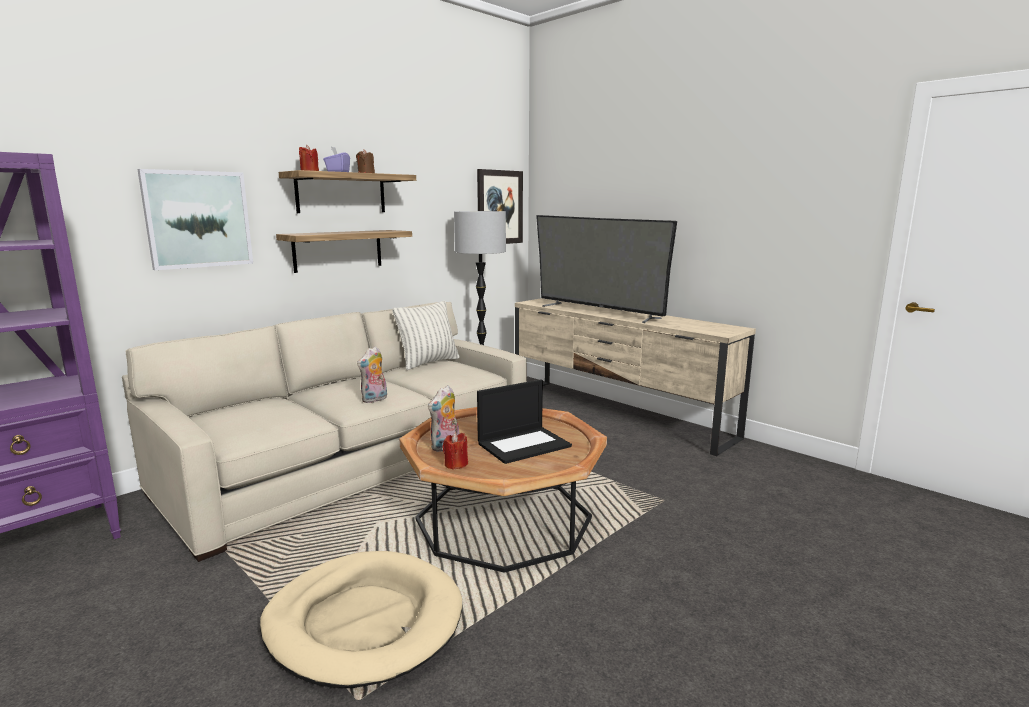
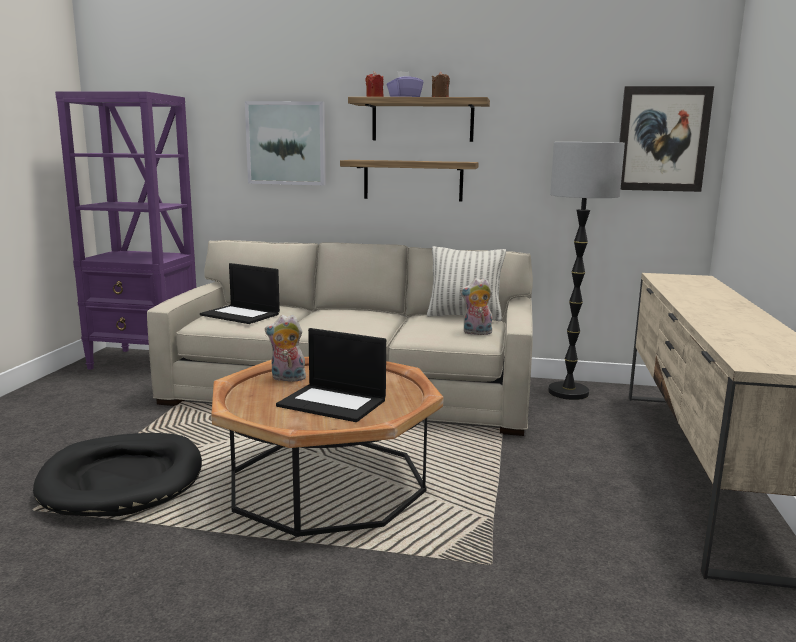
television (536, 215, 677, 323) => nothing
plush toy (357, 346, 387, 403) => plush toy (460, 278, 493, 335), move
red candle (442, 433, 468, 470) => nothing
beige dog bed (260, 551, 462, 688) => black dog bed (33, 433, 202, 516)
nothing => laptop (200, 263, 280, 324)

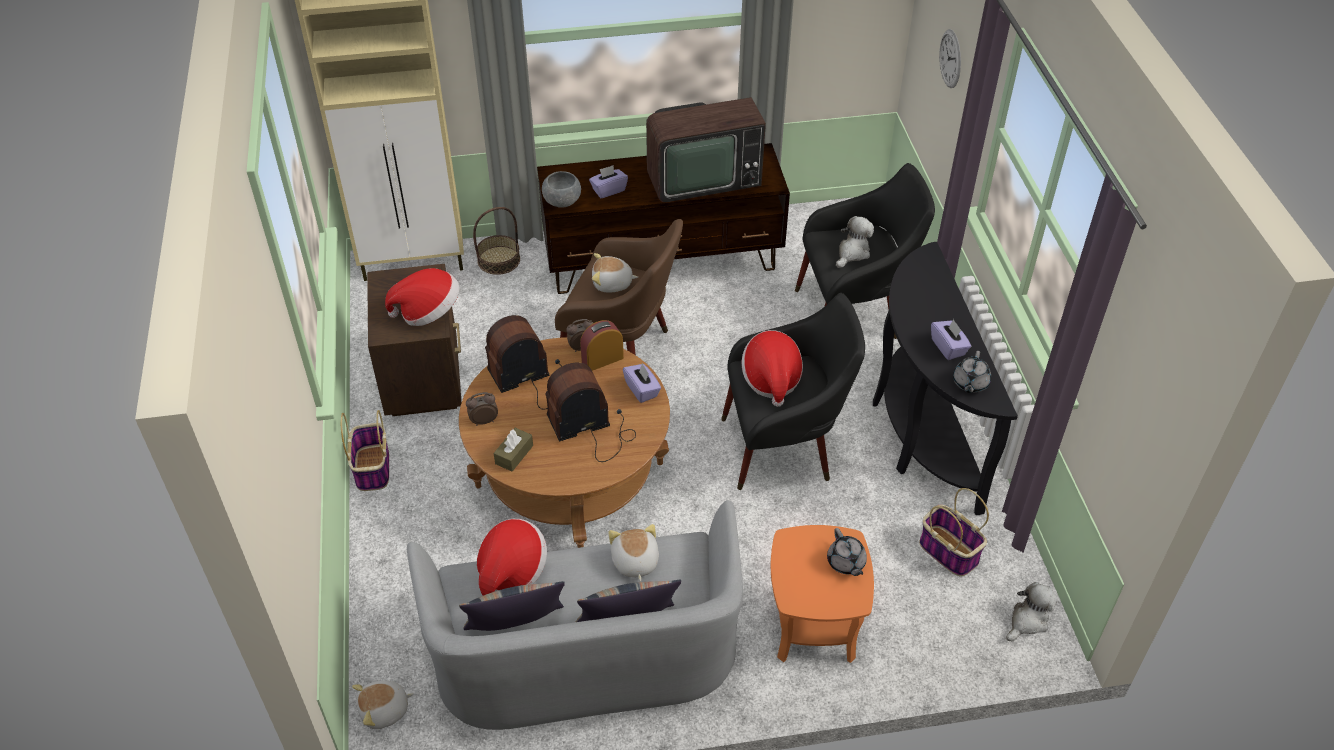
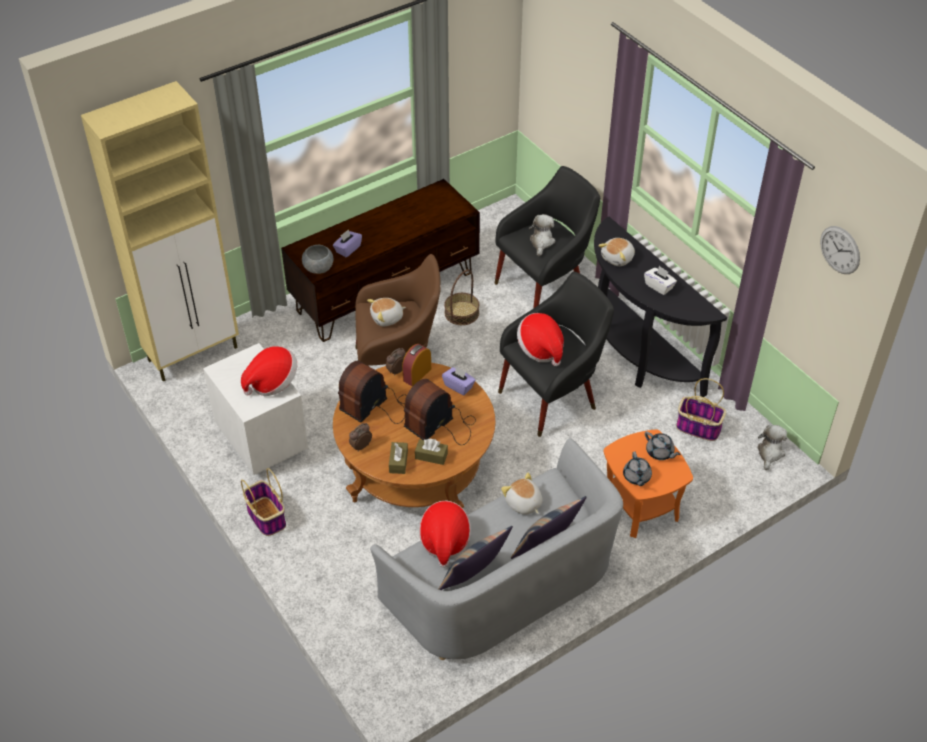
wall clock (939, 29, 961, 88) => wall clock (820, 226, 860, 274), move
television (646, 97, 766, 202) => nothing
basket (473, 207, 520, 275) => basket (444, 269, 479, 325), move
brown nightstand (367, 264, 462, 416) => white nightstand (203, 343, 308, 475)
purple tissue box (931, 319, 971, 360) => white tissue box (644, 266, 677, 295)
grey teapot (953, 351, 991, 393) => grey teapot (623, 451, 652, 486), move
plush toy (352, 681, 414, 729) => plush toy (598, 238, 635, 266), move
nothing => brown tissue box (415, 439, 448, 465)

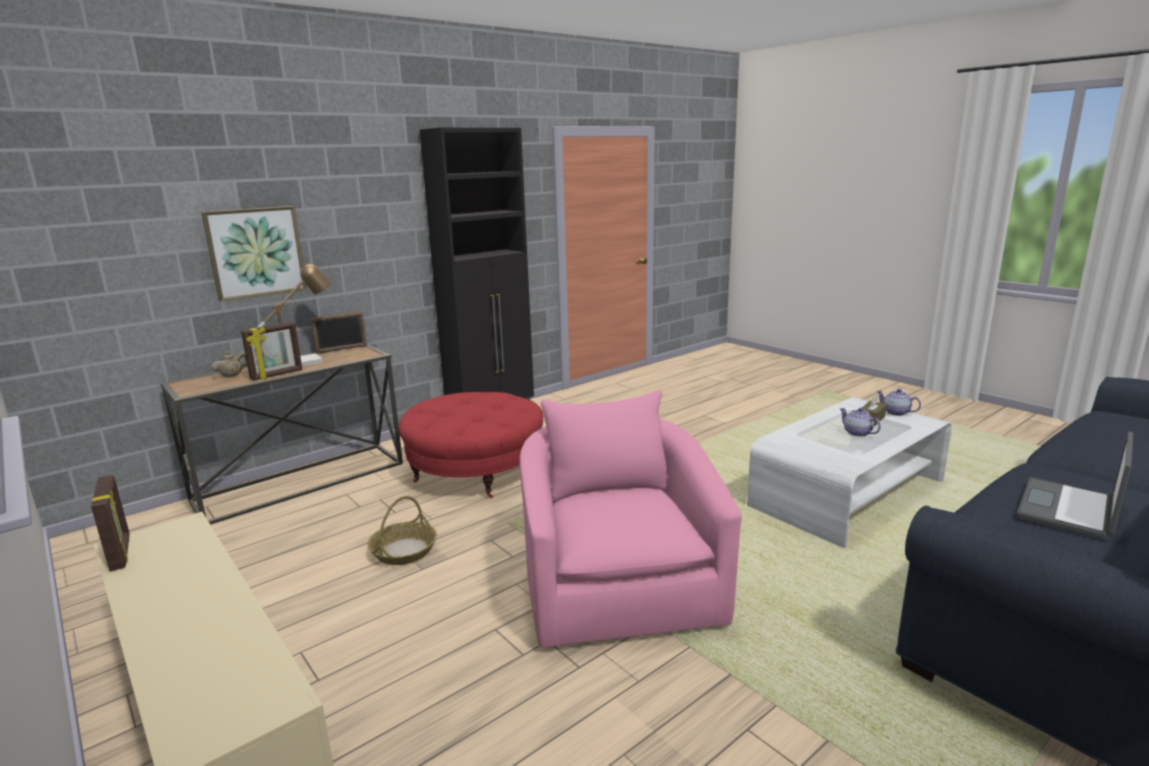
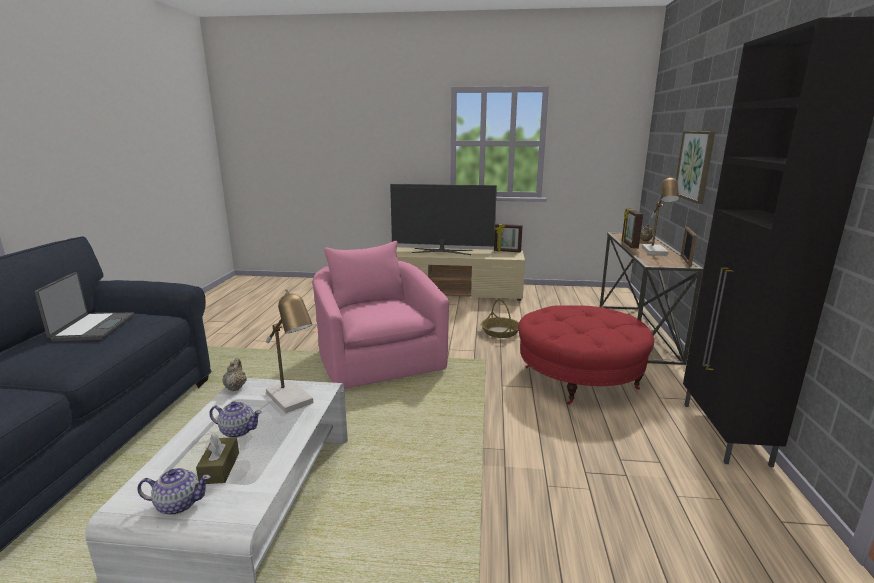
pink armchair (519, 390, 742, 648) => pink armchair (313, 241, 449, 389), 150 degrees counterclockwise
nothing => television (390, 184, 497, 255)
nothing => table lamp (266, 289, 313, 413)
nothing => beige teapot (222, 358, 247, 391)

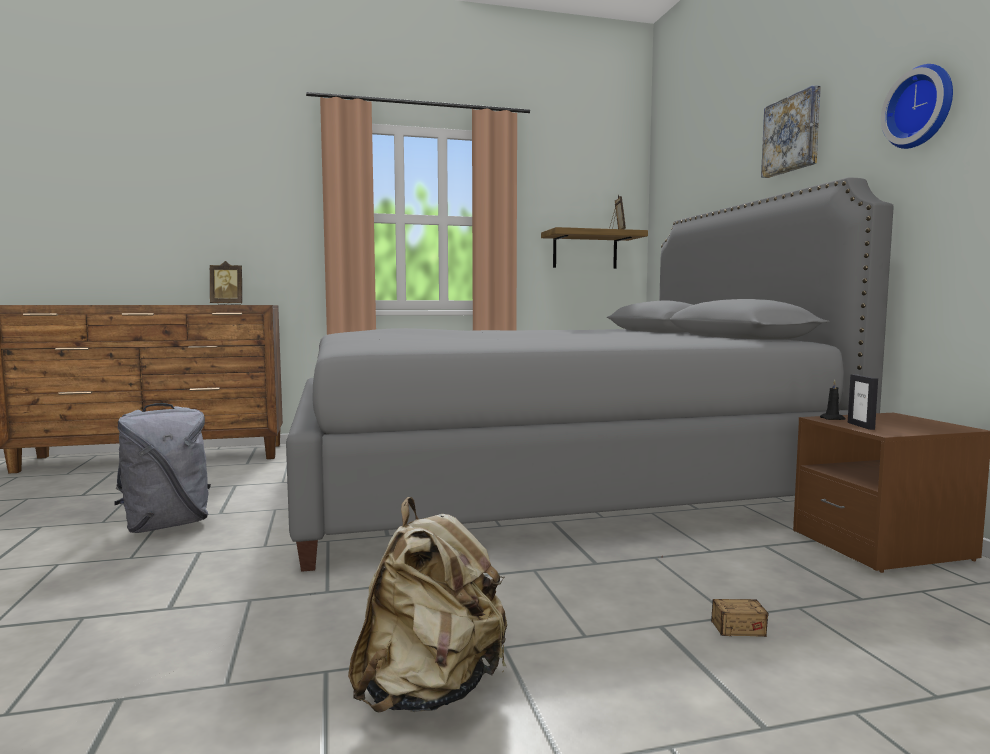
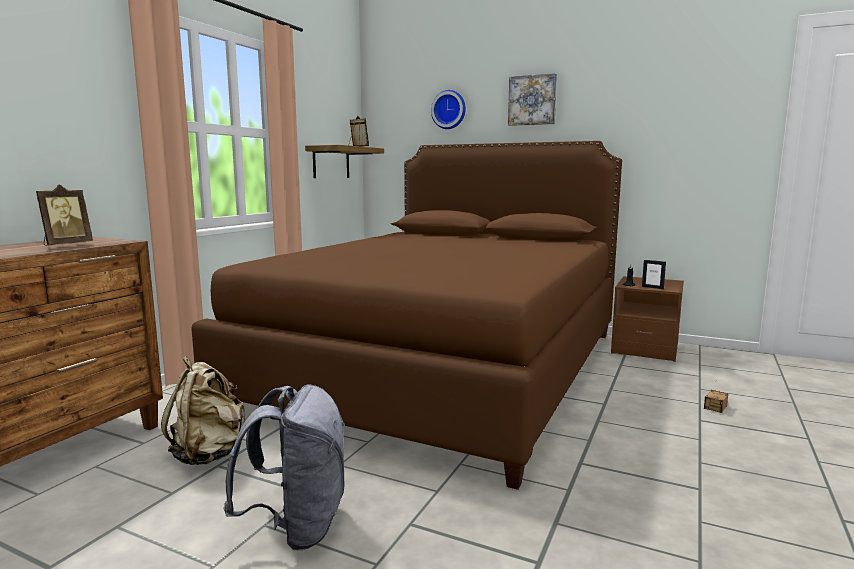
wall clock (881, 64, 953, 149) => wall clock (431, 90, 466, 129), move
grey bed (286, 178, 894, 572) => brown bed (191, 141, 622, 490)
beige backpack (348, 497, 507, 713) => beige backpack (161, 356, 246, 465), move

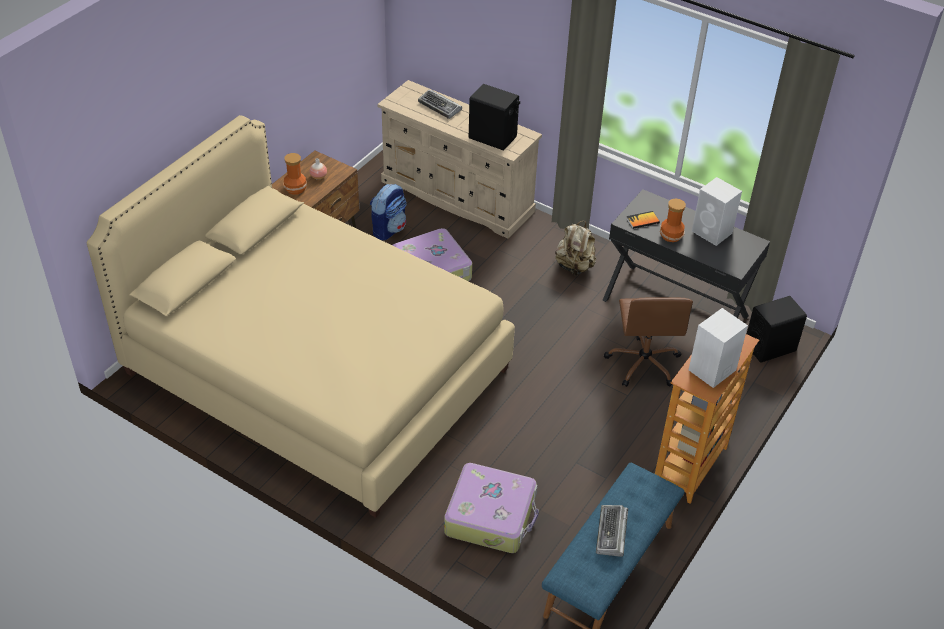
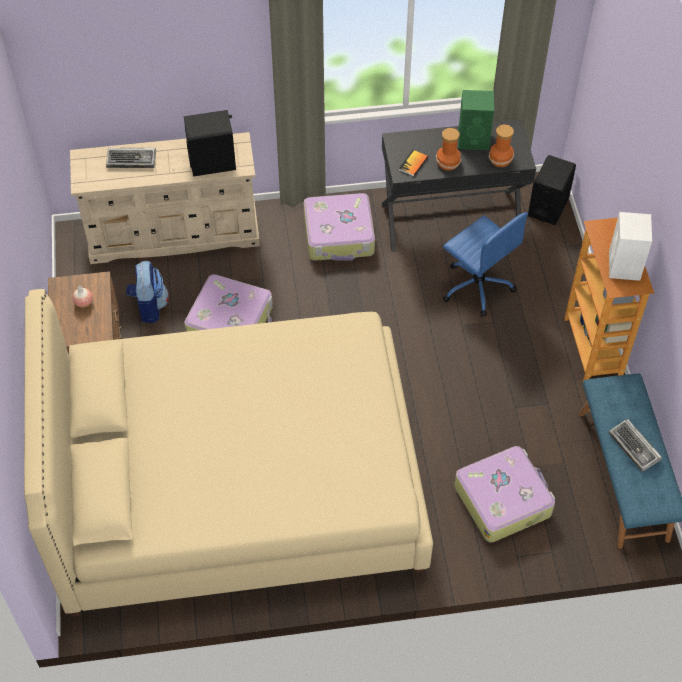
vase (283, 153, 307, 195) => vase (489, 124, 514, 167), move
white speaker (692, 177, 742, 246) => green speaker (458, 90, 494, 150)
beige backpack (555, 221, 596, 276) => suitcase (304, 193, 375, 261)
brown office chair (604, 298, 693, 387) => blue office chair (443, 212, 528, 317)

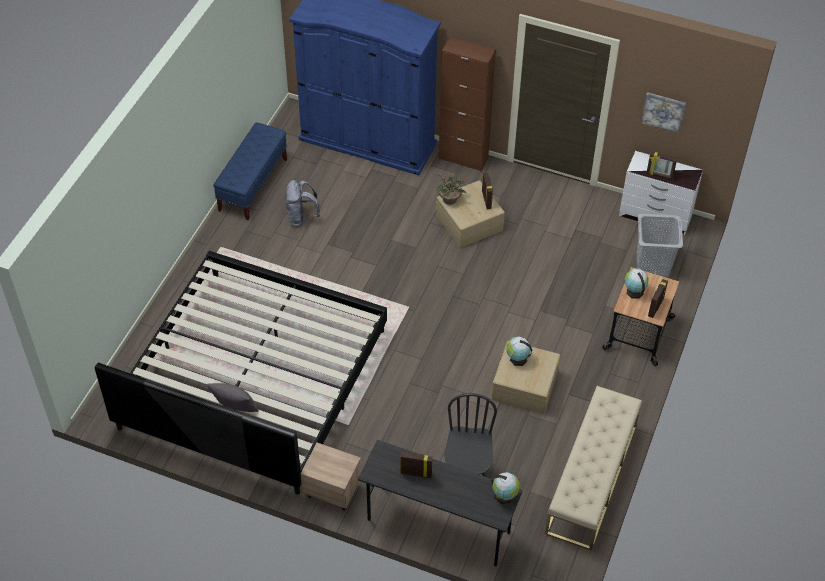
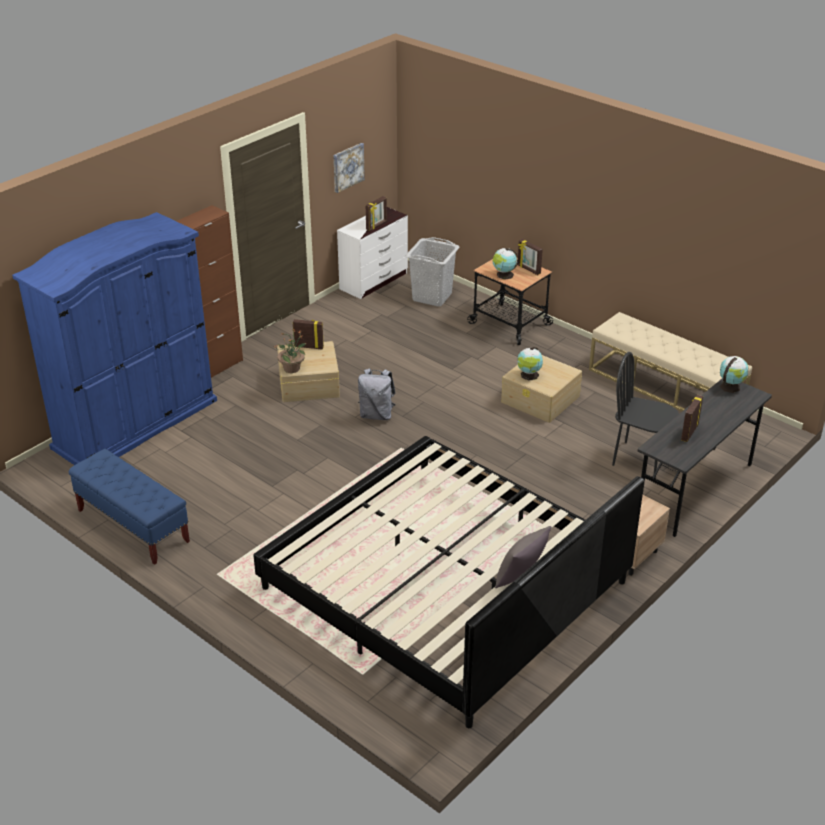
grey backpack (285, 180, 320, 227) => grey backpack (358, 368, 396, 420), move

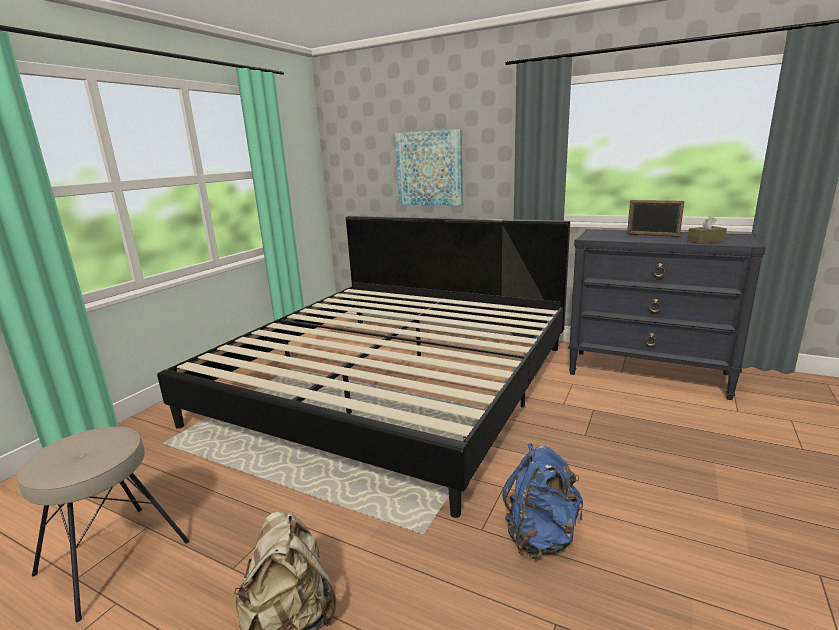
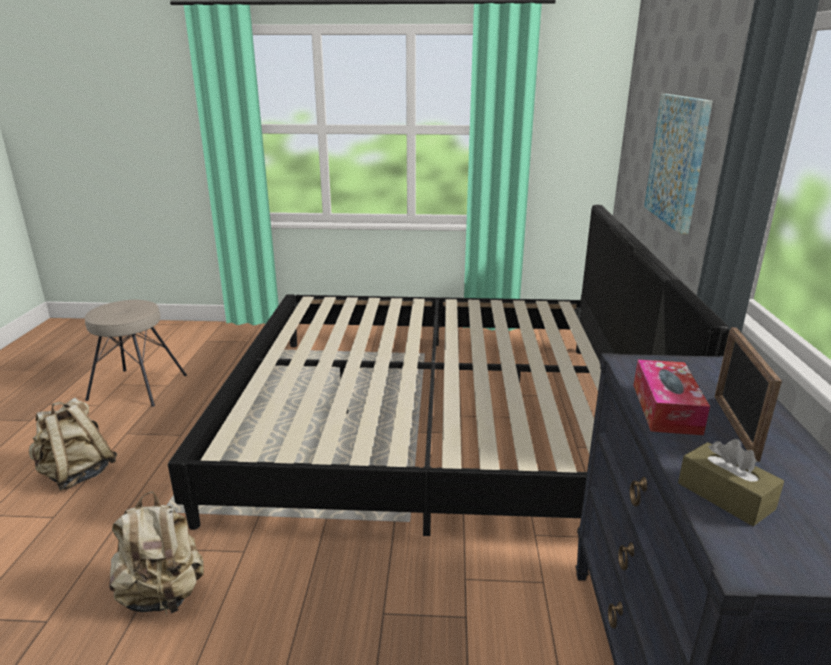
blue backpack (502, 443, 583, 559) => beige backpack (109, 491, 204, 614)
nothing => tissue box (633, 360, 710, 435)

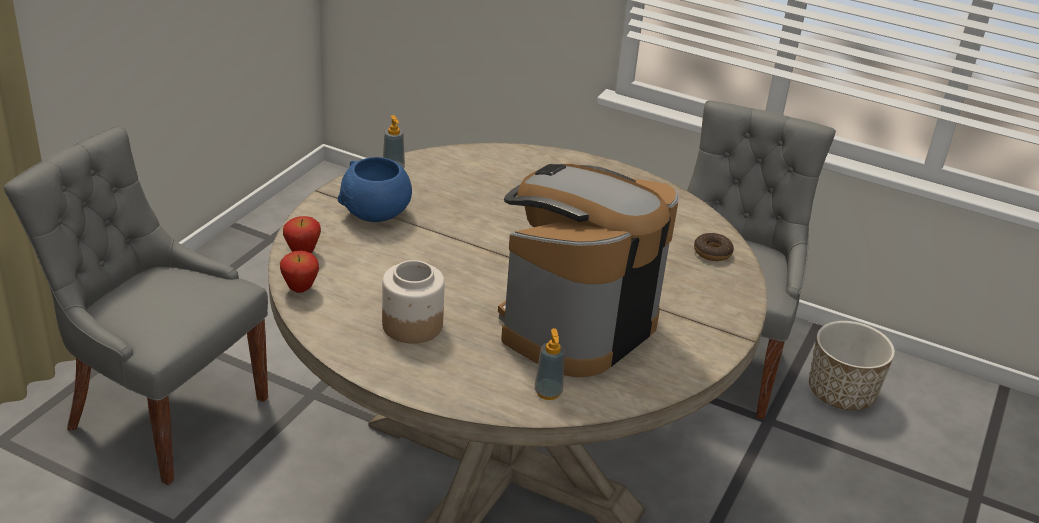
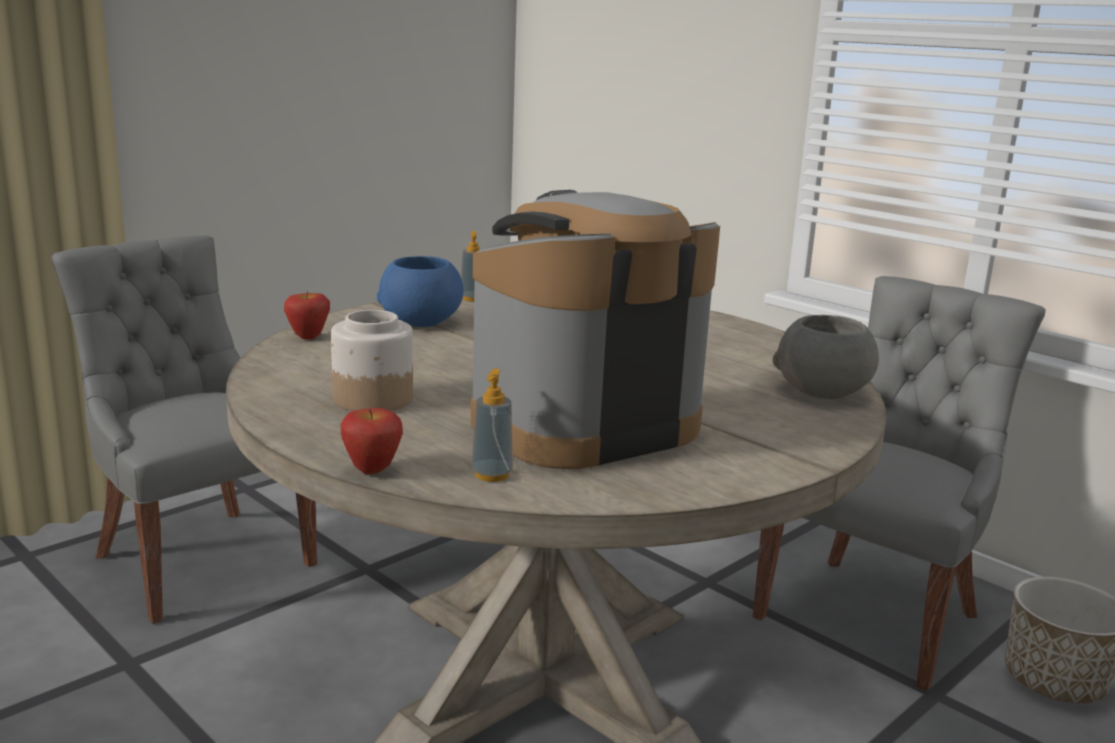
donut (694, 233, 734, 261) => grey bowl (773, 315, 879, 399)
apple (280, 250, 319, 293) => apple (341, 408, 403, 474), move

